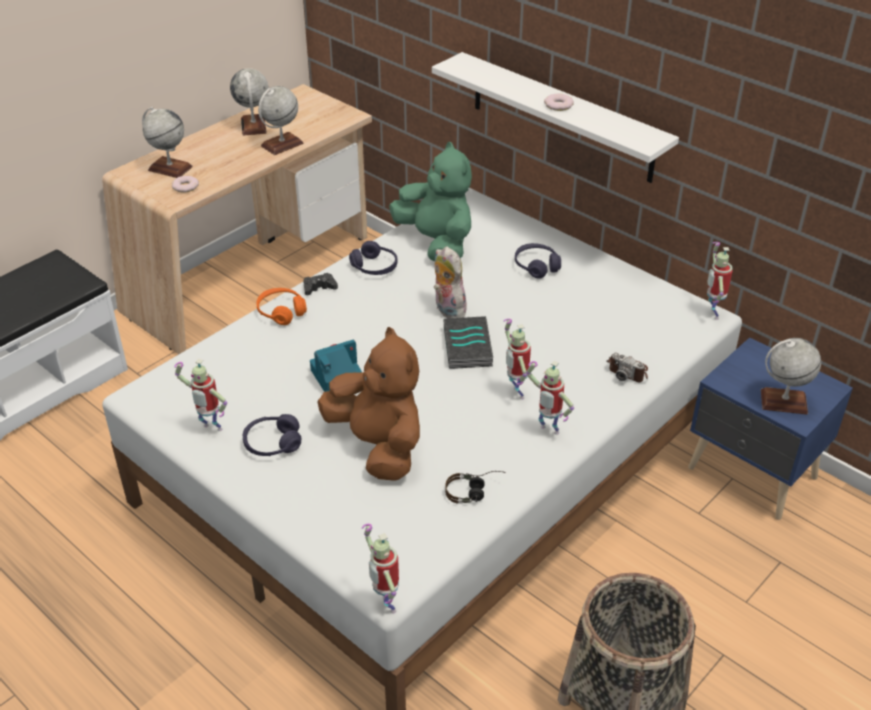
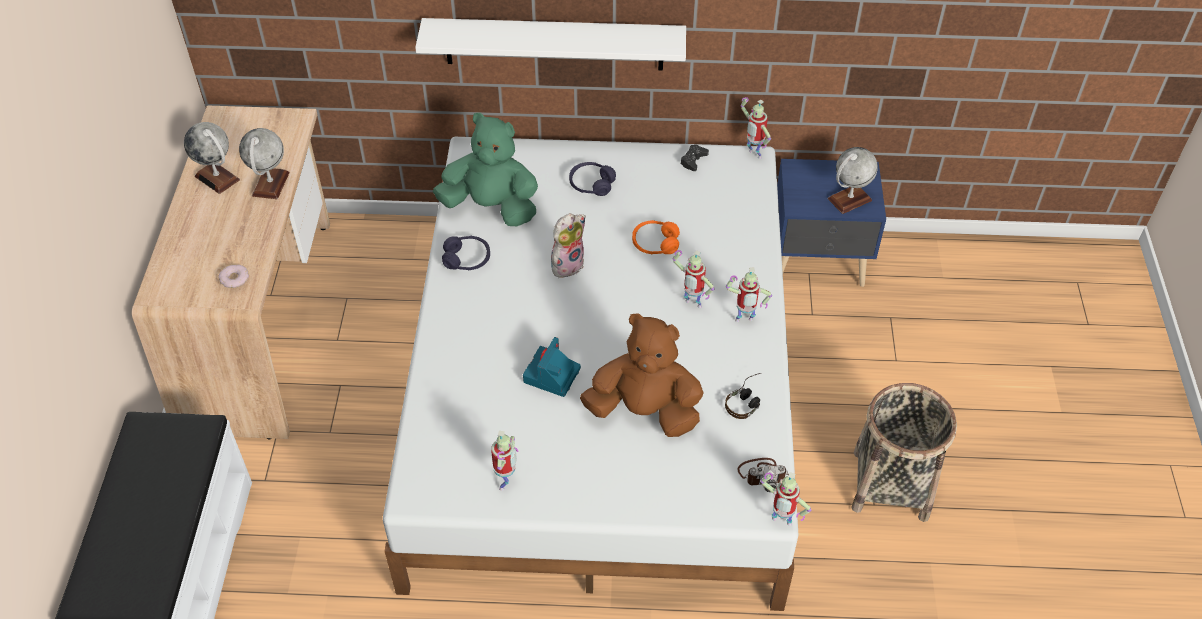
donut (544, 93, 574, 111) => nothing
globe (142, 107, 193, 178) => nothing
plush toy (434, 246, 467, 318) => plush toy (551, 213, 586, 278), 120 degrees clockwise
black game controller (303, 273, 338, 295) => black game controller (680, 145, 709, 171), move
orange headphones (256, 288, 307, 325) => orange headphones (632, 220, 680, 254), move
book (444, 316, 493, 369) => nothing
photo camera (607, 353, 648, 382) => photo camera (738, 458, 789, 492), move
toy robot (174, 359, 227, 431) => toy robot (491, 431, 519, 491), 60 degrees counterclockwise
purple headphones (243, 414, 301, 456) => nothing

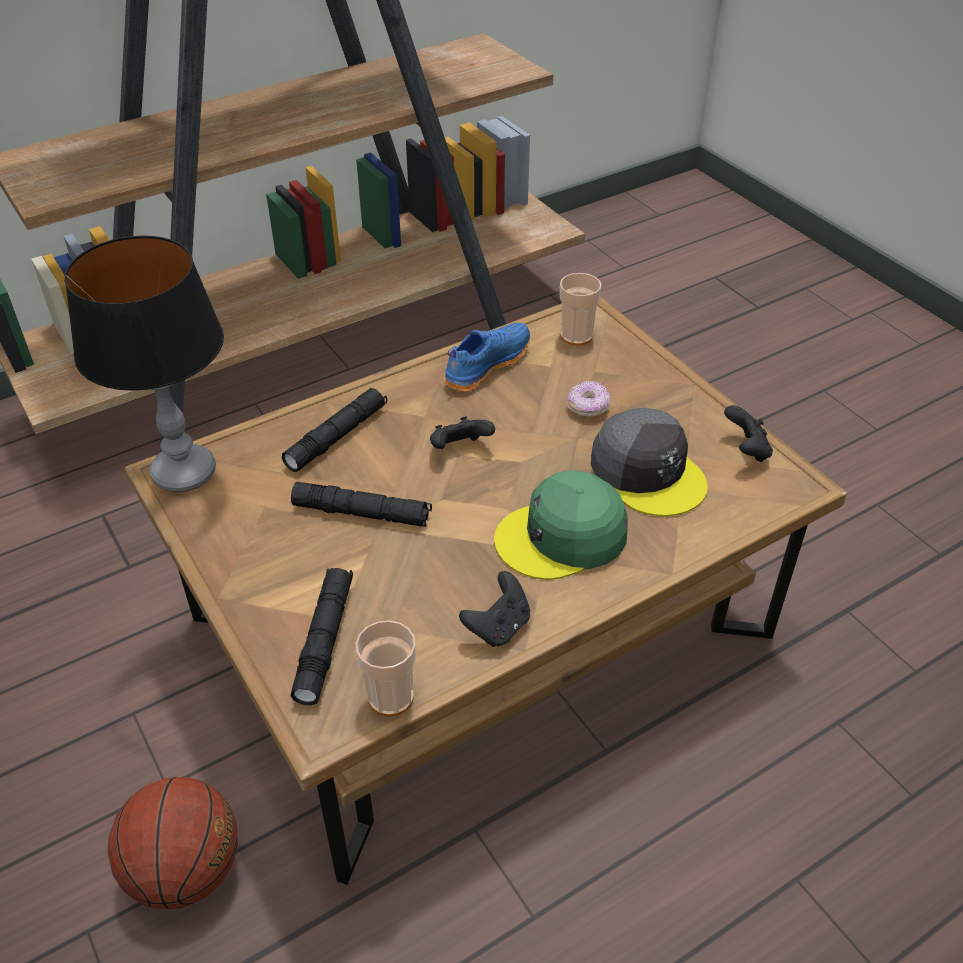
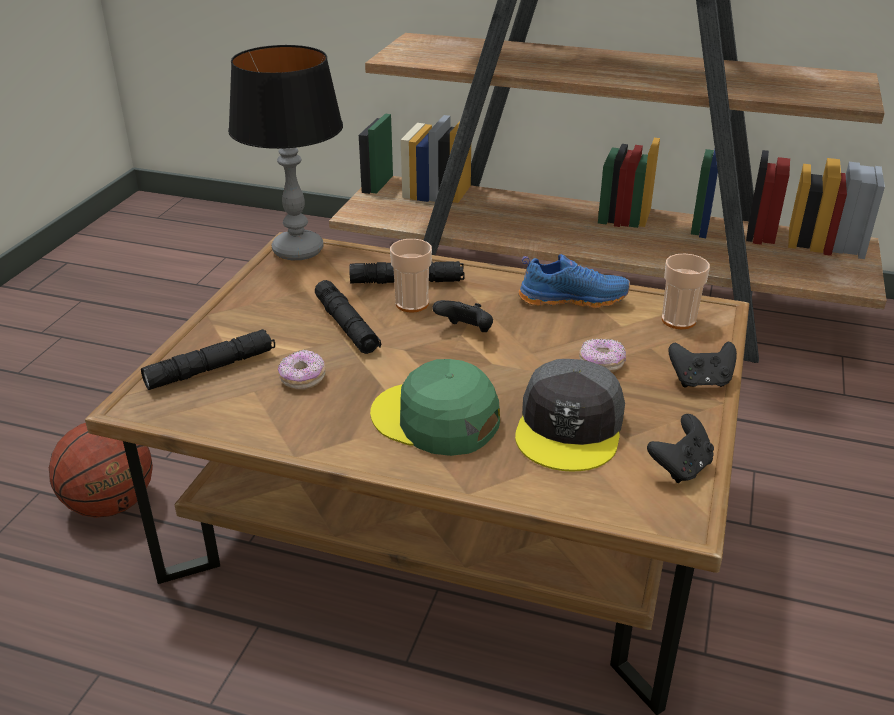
black game controller (459, 571, 530, 647) => black game controller (668, 341, 737, 388), move
cup (356, 620, 416, 716) => cup (390, 239, 432, 312), move
nothing => donut (278, 350, 325, 390)

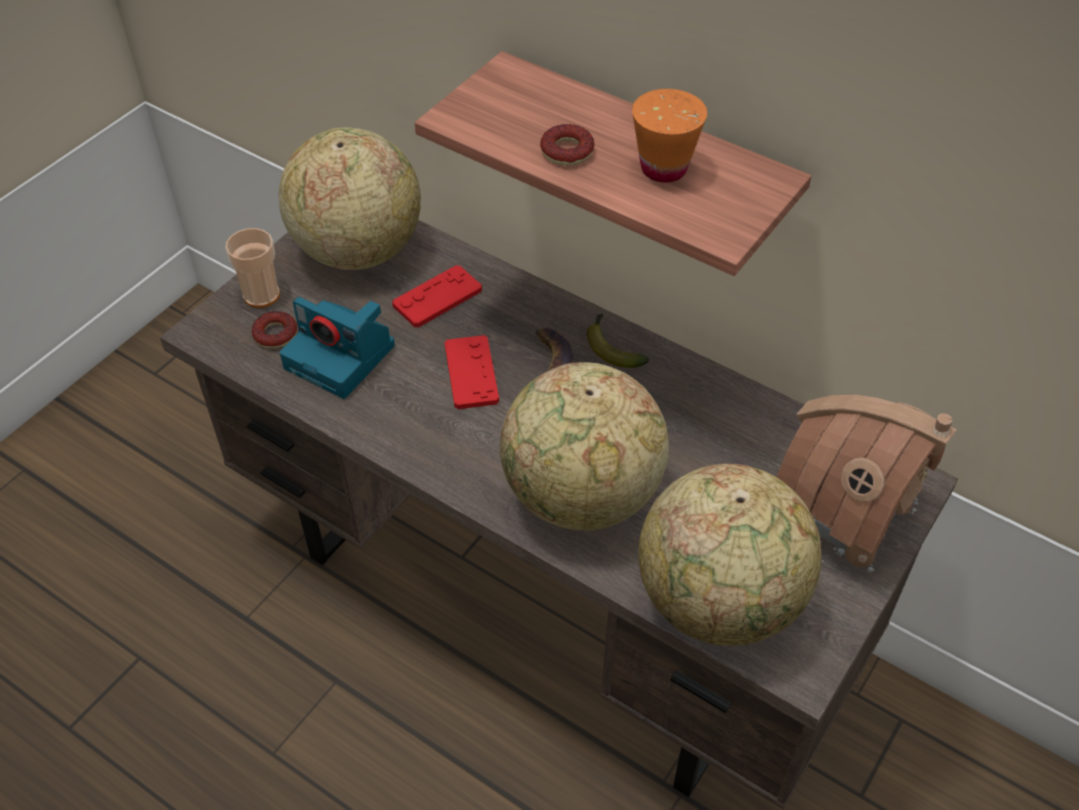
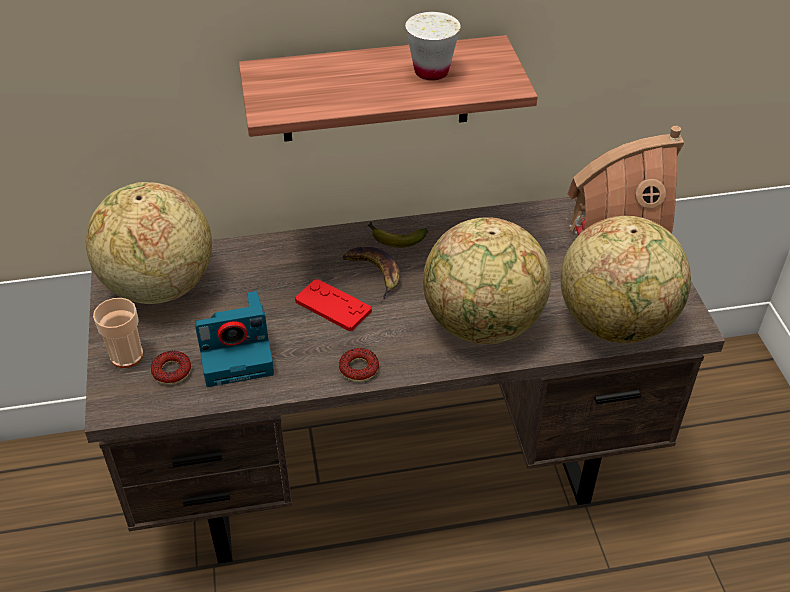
orange cup (632, 89, 707, 183) => white cup (405, 12, 460, 80)
donut (540, 124, 594, 166) => donut (339, 348, 379, 382), move
red game controller (392, 265, 482, 328) => nothing

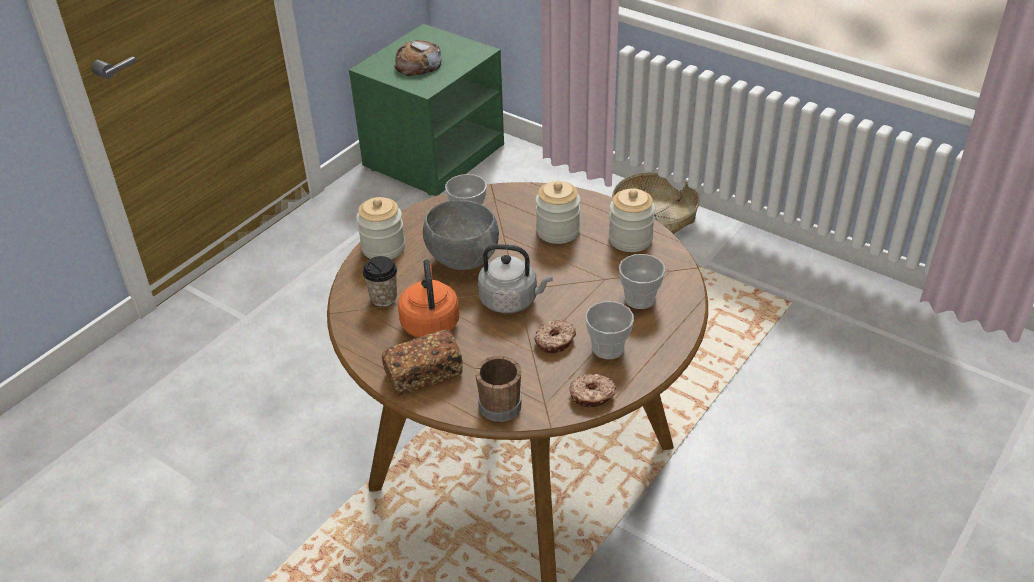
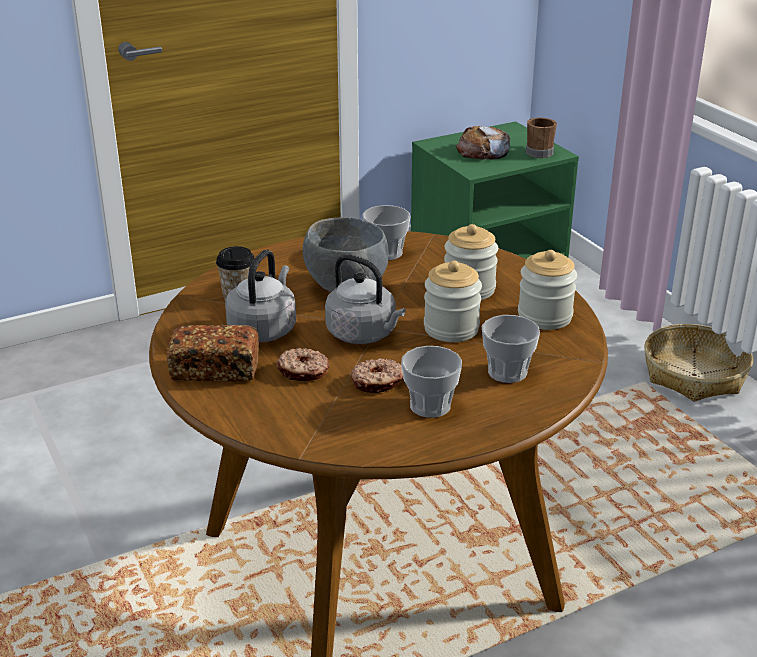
jar (356, 197, 405, 259) => jar (424, 261, 482, 342), move
orange kettle (398, 260, 459, 338) => grey kettle (225, 250, 296, 342)
brown mug (475, 356, 522, 422) => brown mug (526, 118, 557, 158), move
donut (569, 374, 616, 408) => donut (276, 348, 329, 381), move

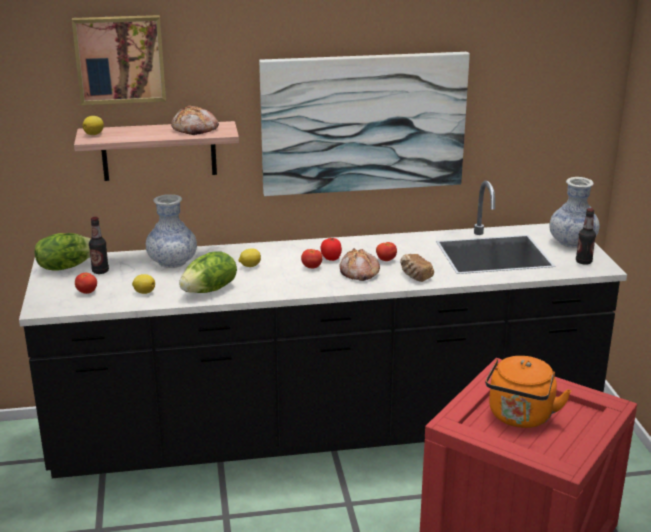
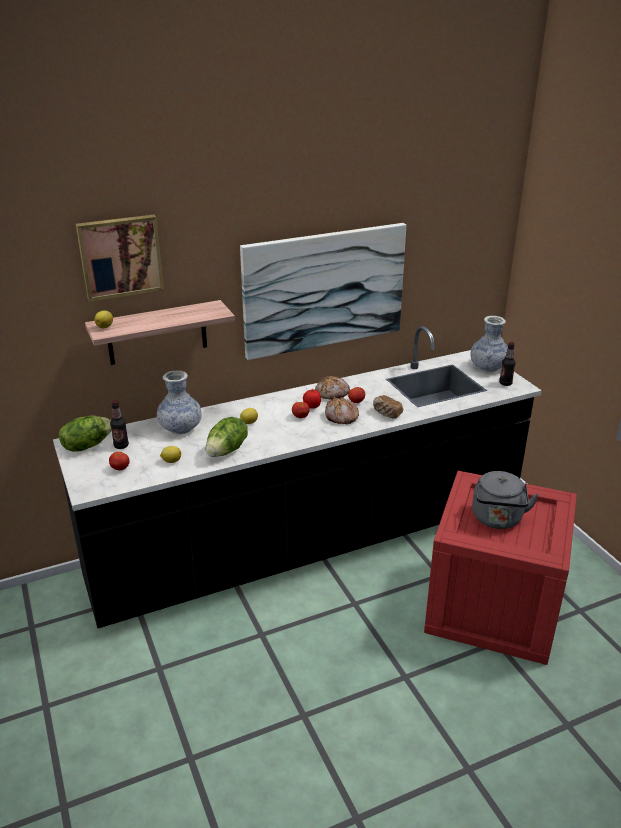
bread (171, 105, 219, 135) => bread (315, 376, 350, 400), move
orange kettle (485, 356, 571, 428) => grey kettle (472, 471, 539, 529)

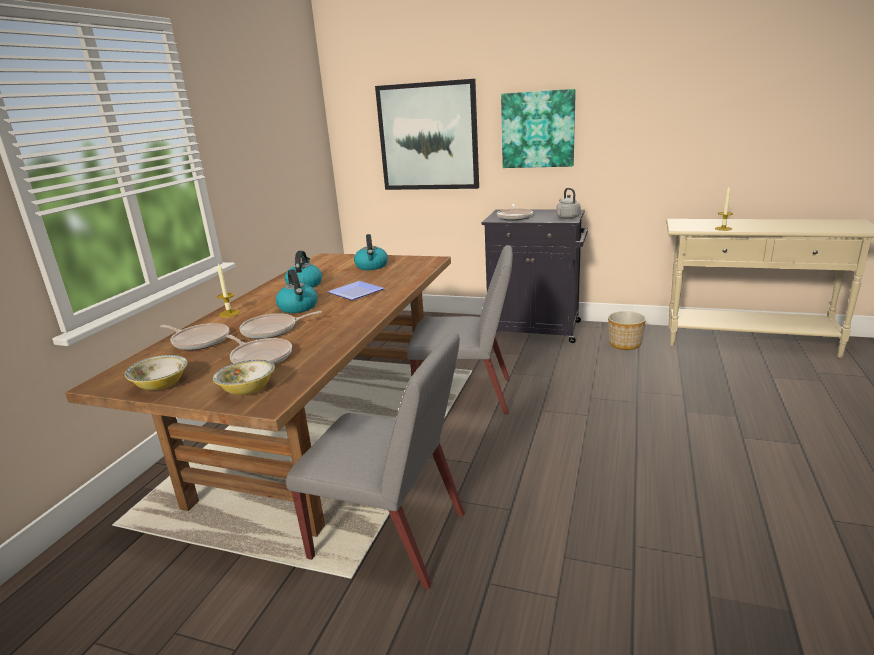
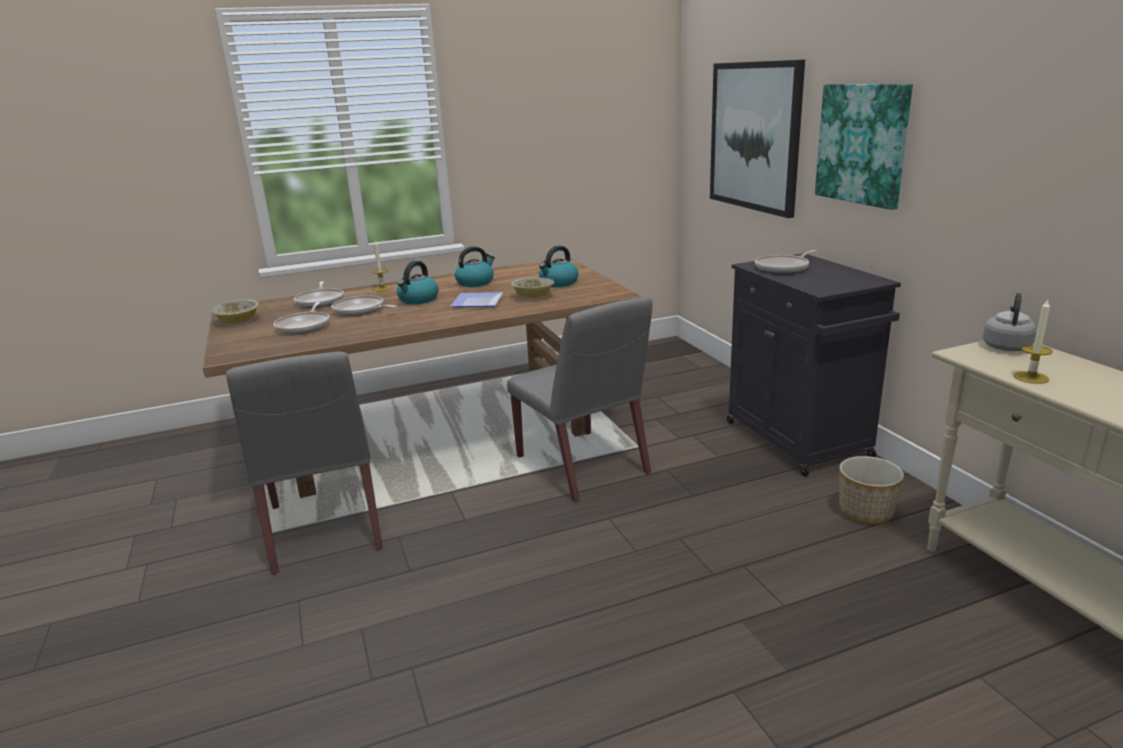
grey kettle (556, 188, 581, 219) => grey kettle (983, 293, 1037, 351), move
bowl (213, 360, 275, 395) => bowl (511, 277, 554, 298), move

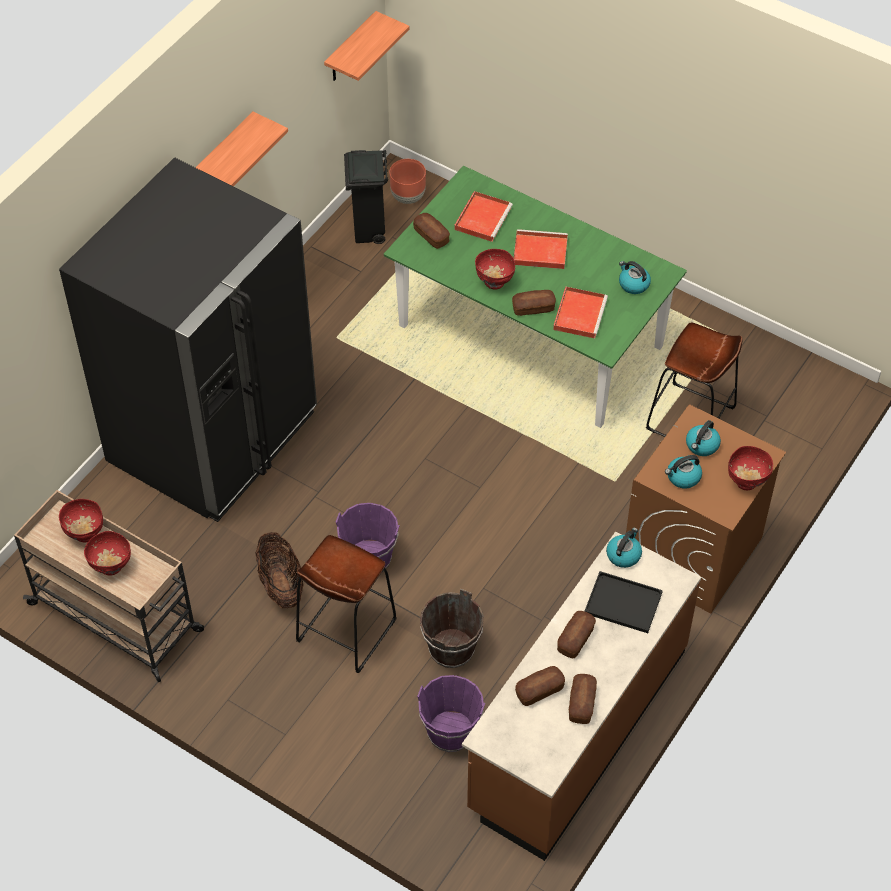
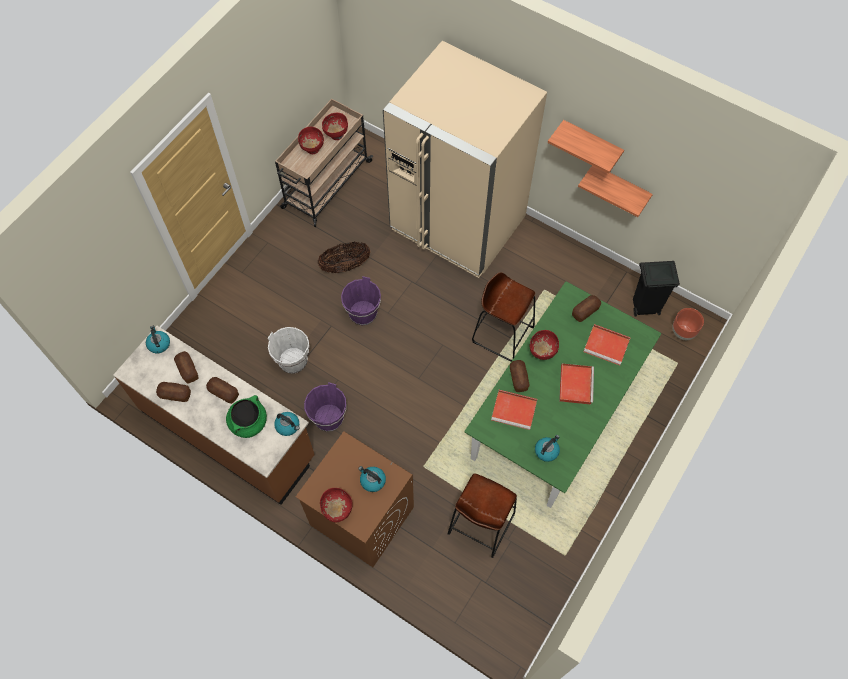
shelf (324, 11, 409, 81) => shelf (578, 165, 653, 217), move
black fridge (59, 157, 317, 522) => beige fridge (383, 41, 547, 278)
kettle (665, 455, 702, 489) => kettle (146, 326, 170, 353), move
brown stool (296, 535, 397, 673) => brown stool (472, 272, 535, 362), move
black tray (585, 571, 663, 633) => green cooking pot (226, 395, 267, 438)
brown bucket (420, 589, 484, 668) => white bucket (268, 327, 309, 373)
purple bucket (417, 675, 485, 752) => purple bucket (304, 382, 347, 432), move

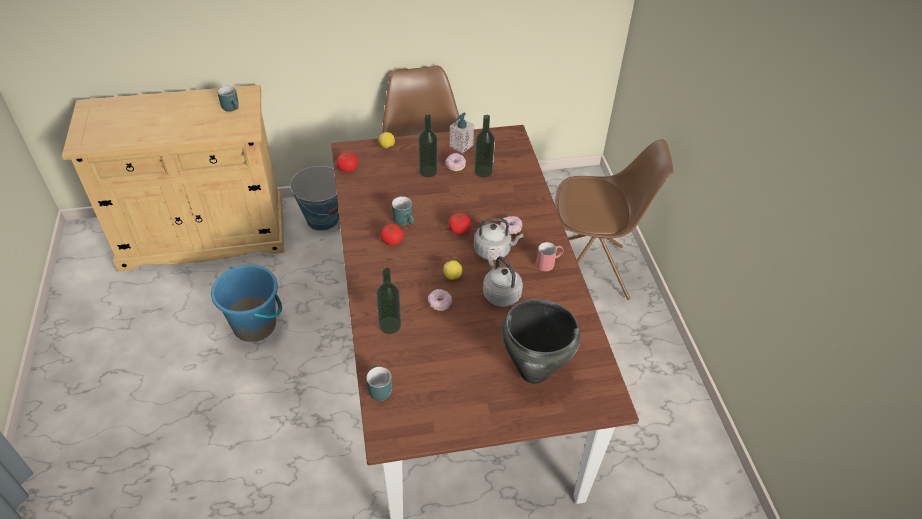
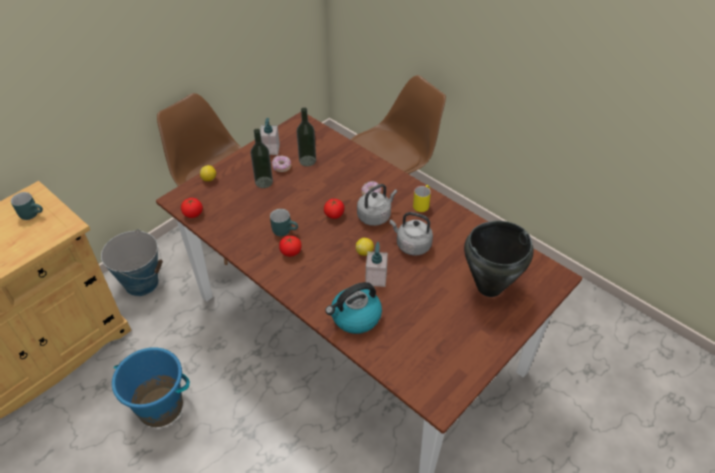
red mug (536, 242, 564, 271) => yellow mug (413, 185, 431, 212)
bottle (376, 268, 401, 334) => kettle (325, 282, 382, 334)
donut (428, 289, 452, 311) => soap dispenser (366, 242, 388, 287)
turquoise mug (366, 365, 392, 401) => nothing

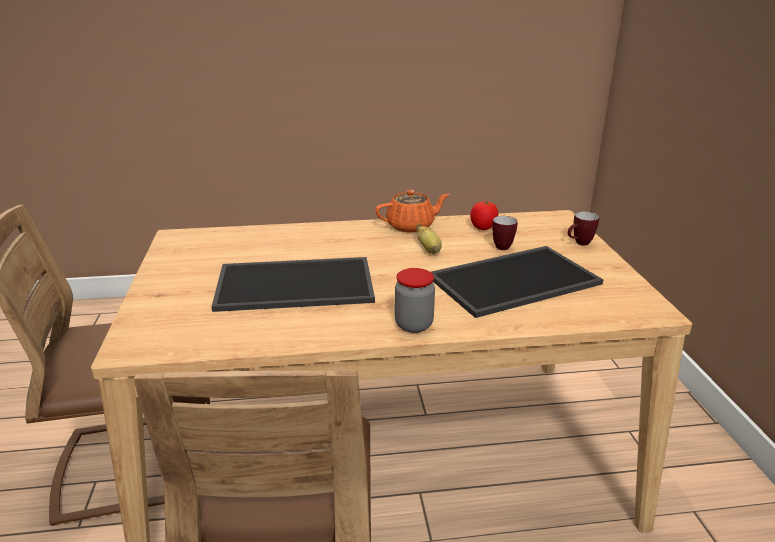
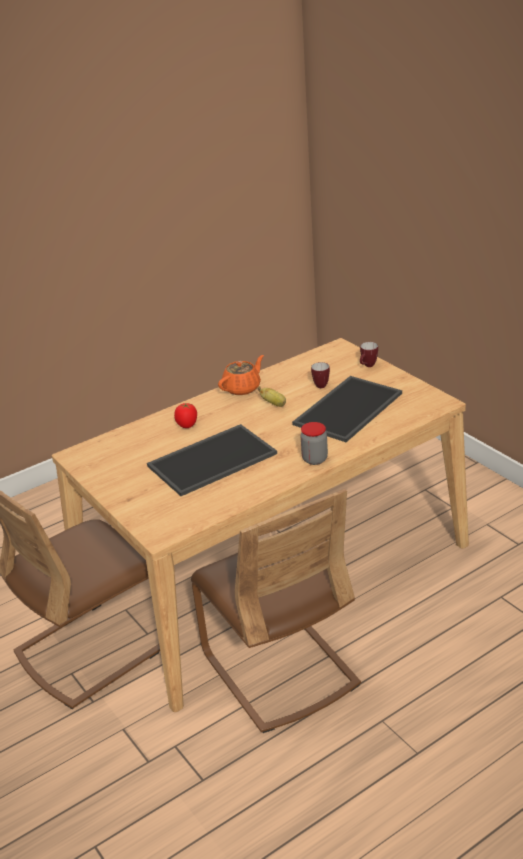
tomato (470, 201, 498, 230) => tomato (174, 403, 197, 428), move

